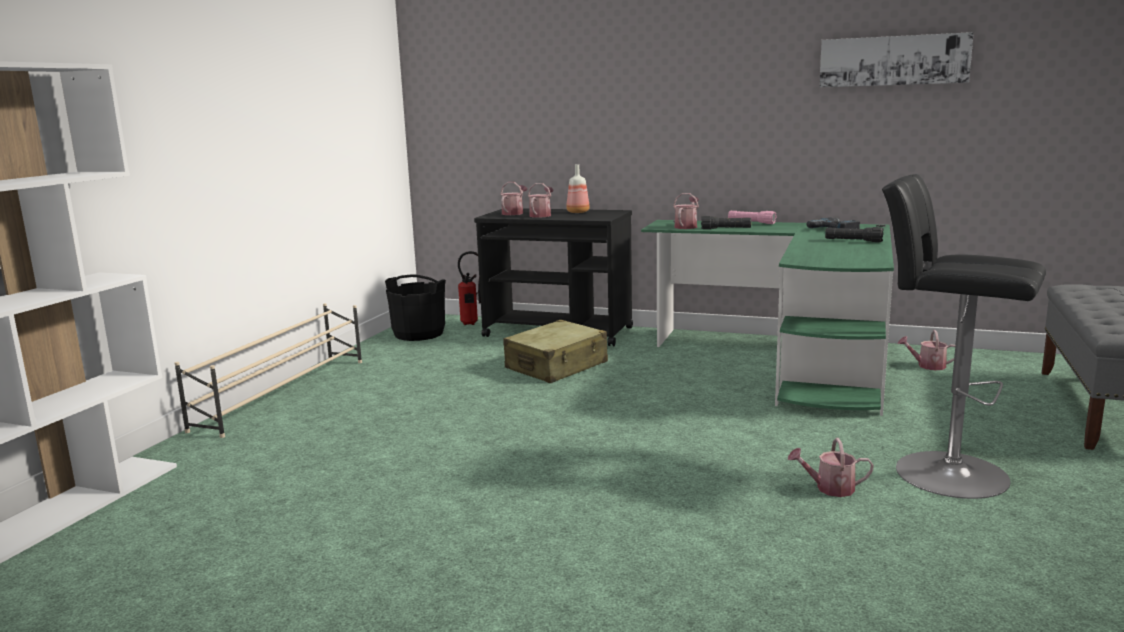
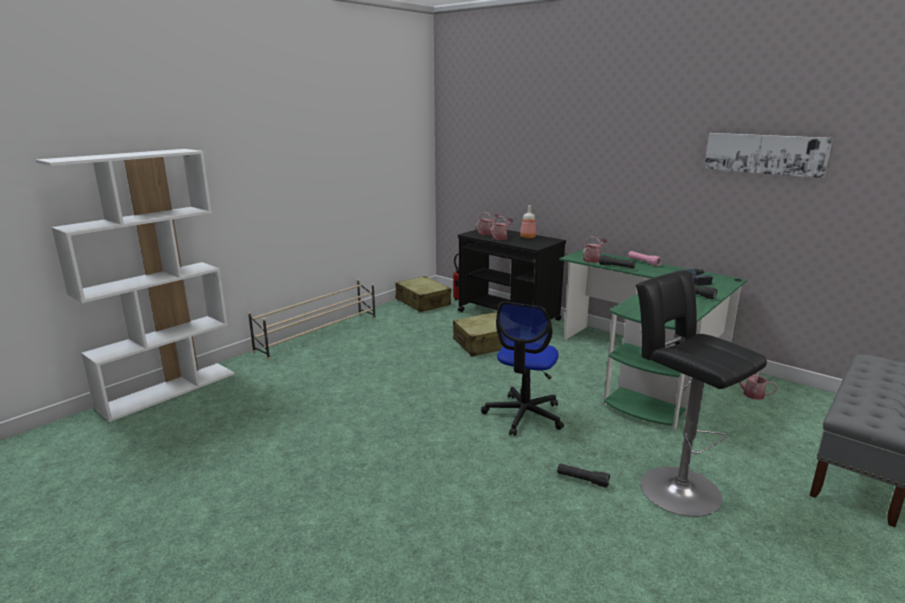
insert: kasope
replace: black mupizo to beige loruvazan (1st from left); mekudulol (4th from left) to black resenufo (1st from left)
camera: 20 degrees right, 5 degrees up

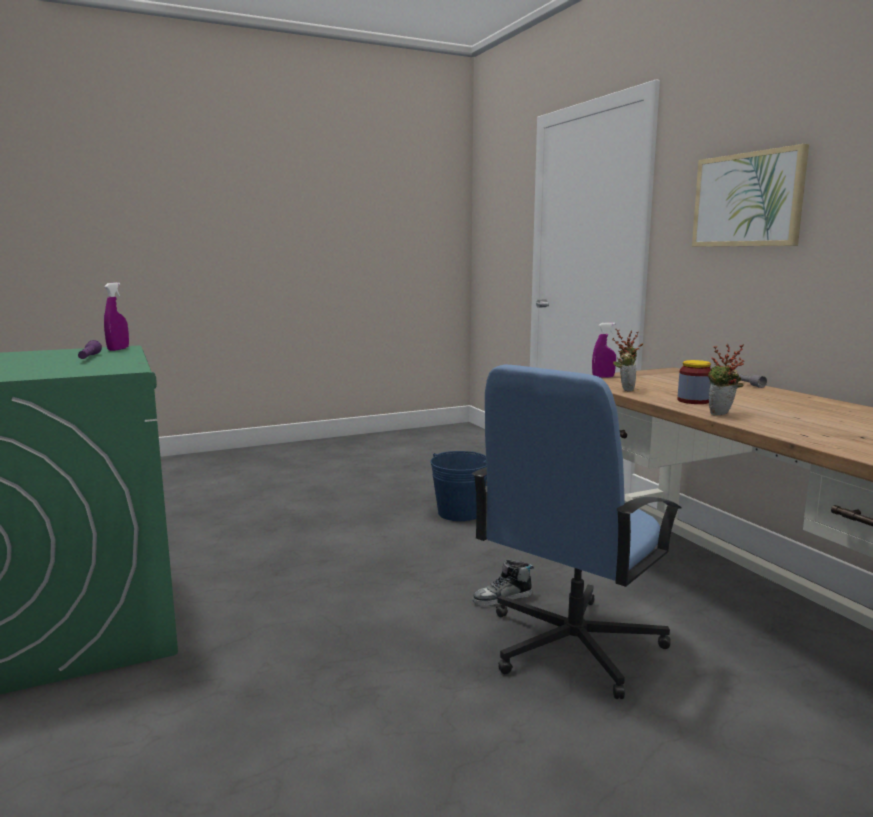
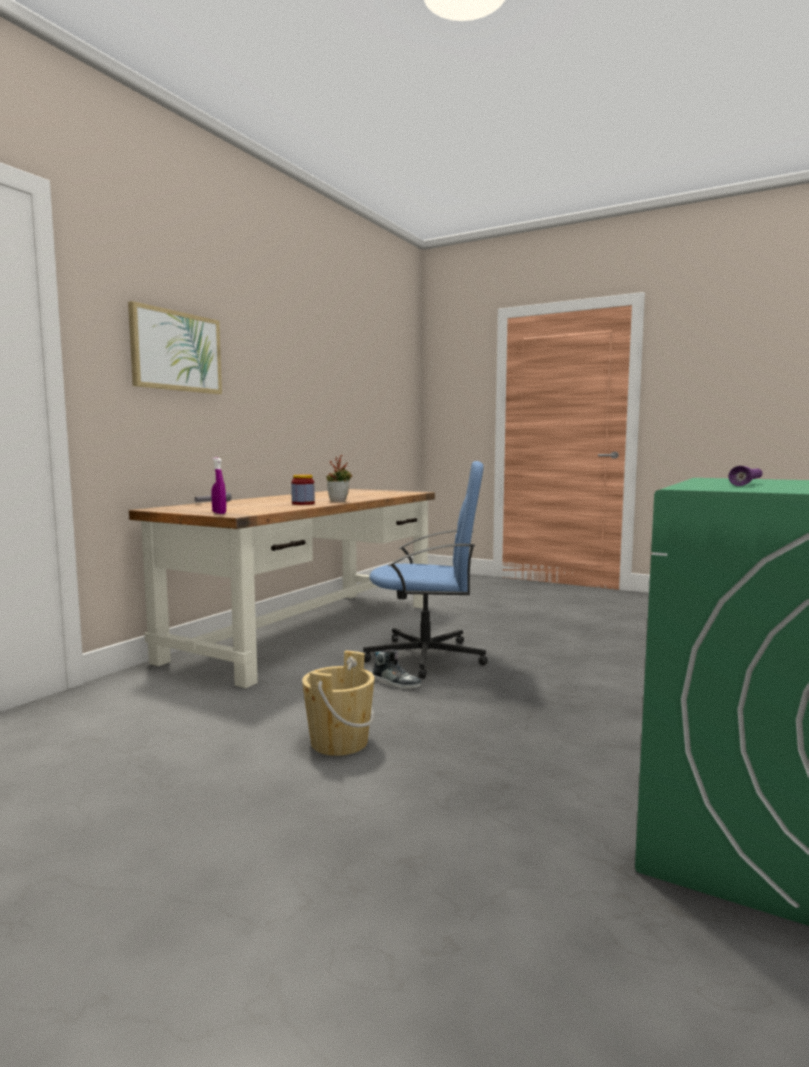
delete: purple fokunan (1st from left); blue mupizo; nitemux (1st from left)
insert: beige mupizo
camera: 125 degrees left, 5 degrees down

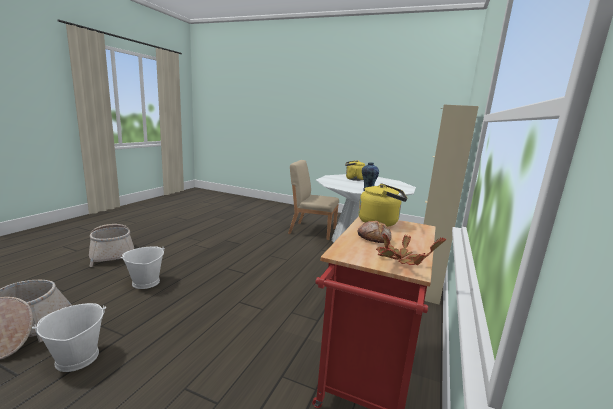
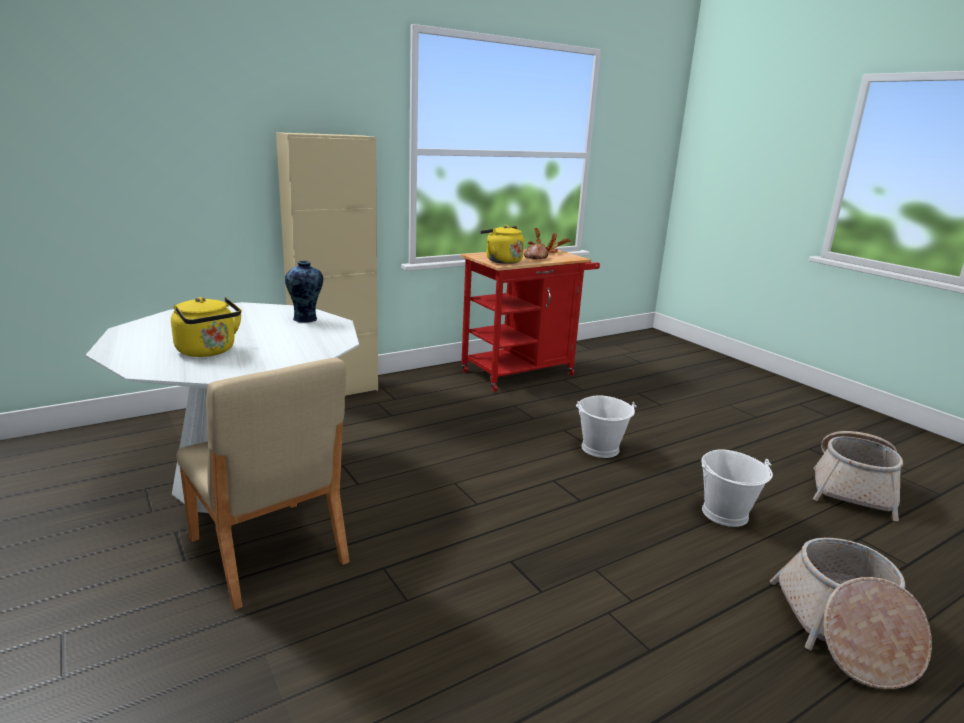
move: white mupizo (1st from left)
camera: 145 degrees left, 5 degrees up

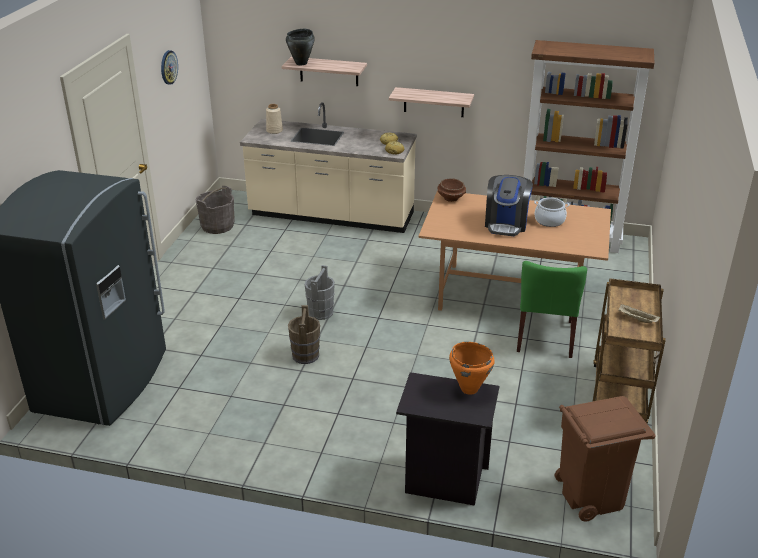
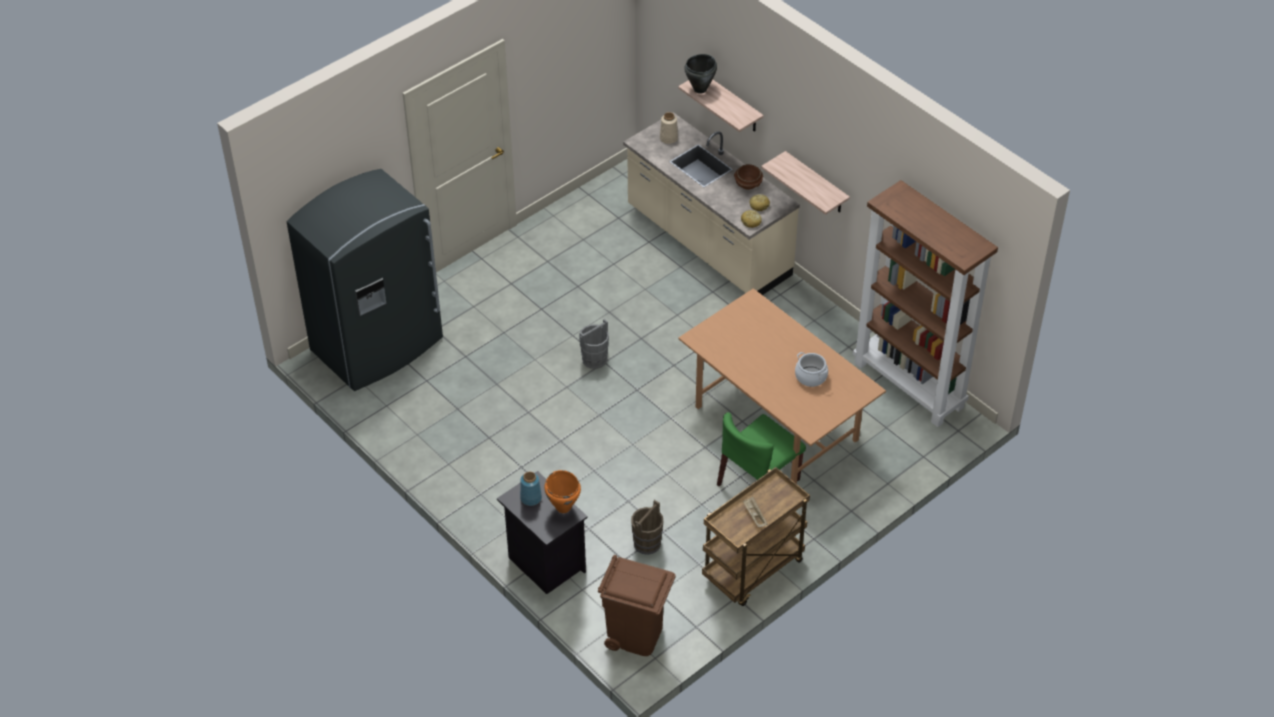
delete: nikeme; grey mupizo (1st from left); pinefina
insert: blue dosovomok
move: brown mupizo; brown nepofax
camera: 35 degrees right, 15 degrees up

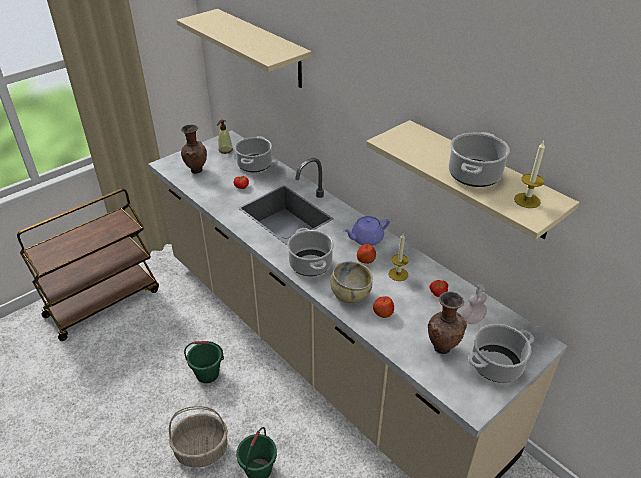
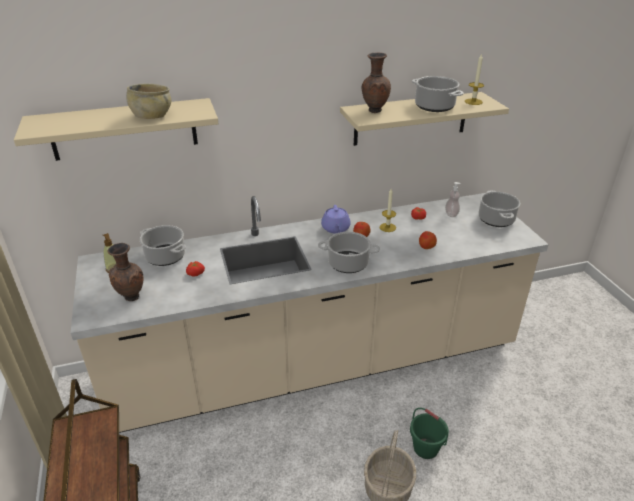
delete: green mupizo (1st from left)
move: beige nepofax; brown dosovomok (2nd from left)
camera: 65 degrees left, 5 degrees down

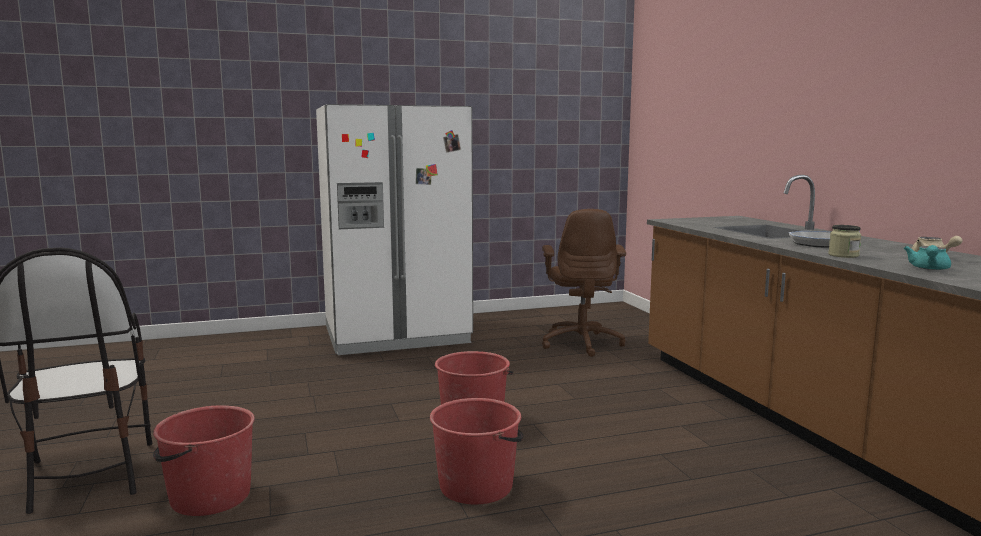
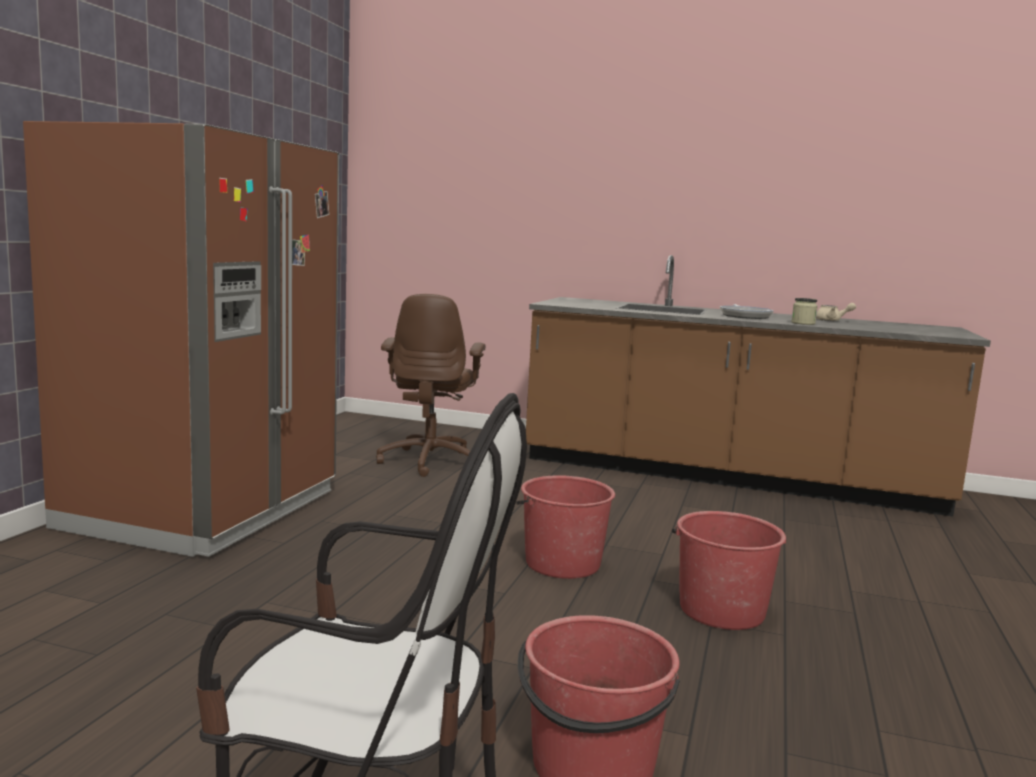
delete: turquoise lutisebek
recolor: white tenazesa to brown tenazesa
rotate: brown kasope 60 degrees clockwise
camera: 55 degrees left, 0 degrees up

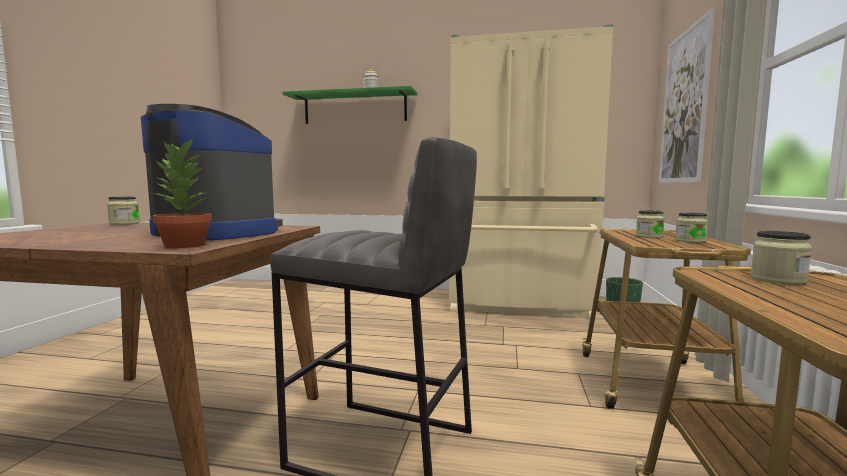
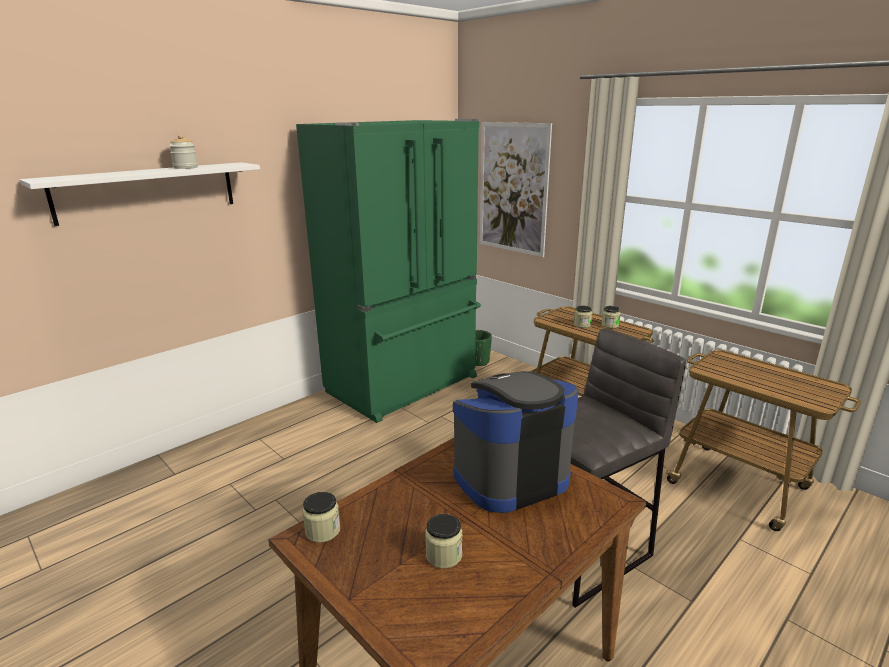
delete: nitemux
move: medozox (5th from left in the first image) to medozox (3rd from left)
recolor: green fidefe to white fidefe; beige tenazesa to green tenazesa
camera: 55 degrees left, 15 degrees up

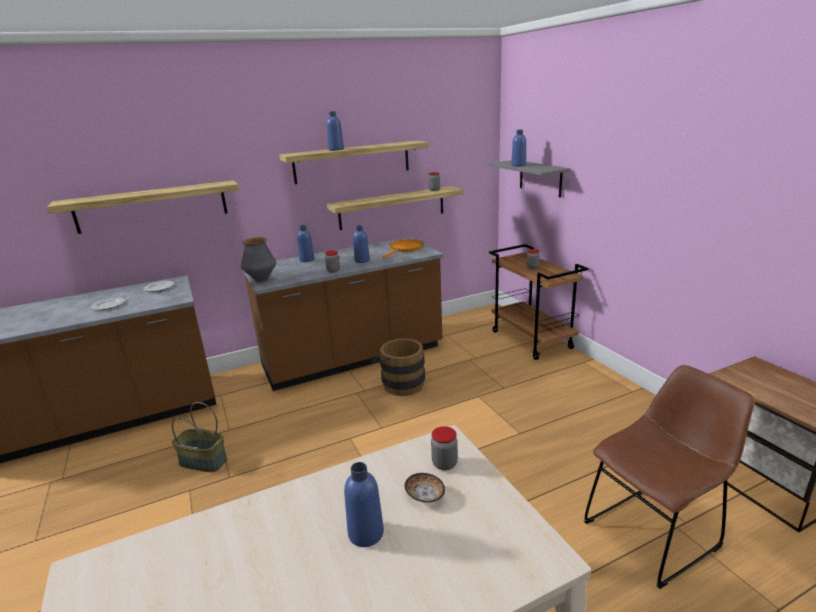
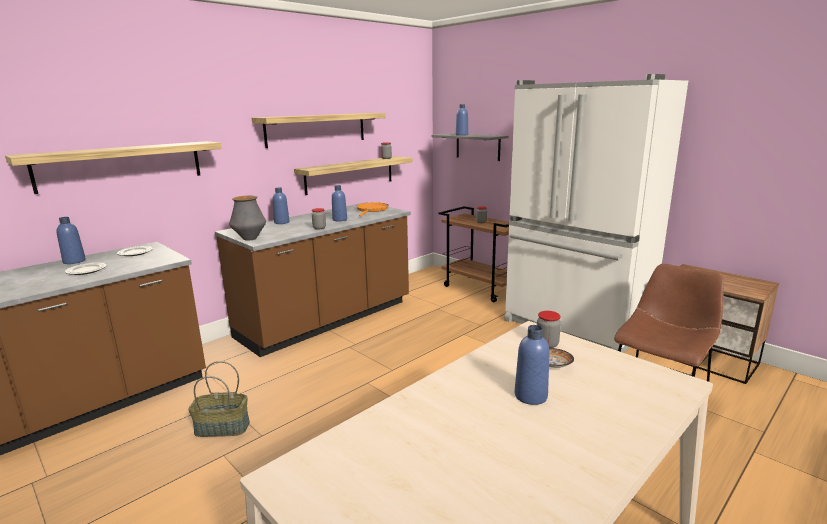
delete: brown mupizo
insert: white tenazesa
move: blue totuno (2nd from left in the first image) to blue totuno (1st from left)
camera: 20 degrees left, 5 degrees down

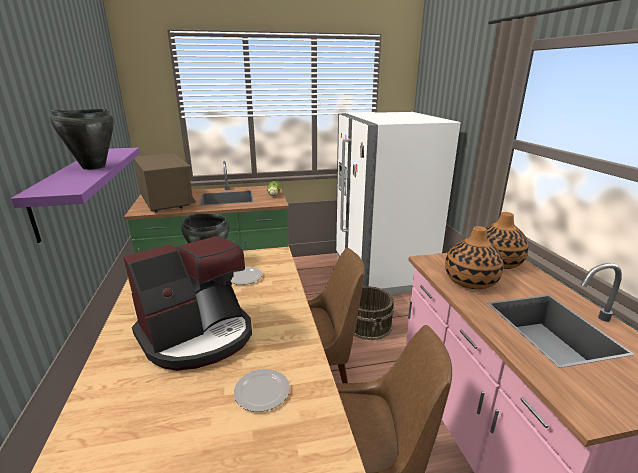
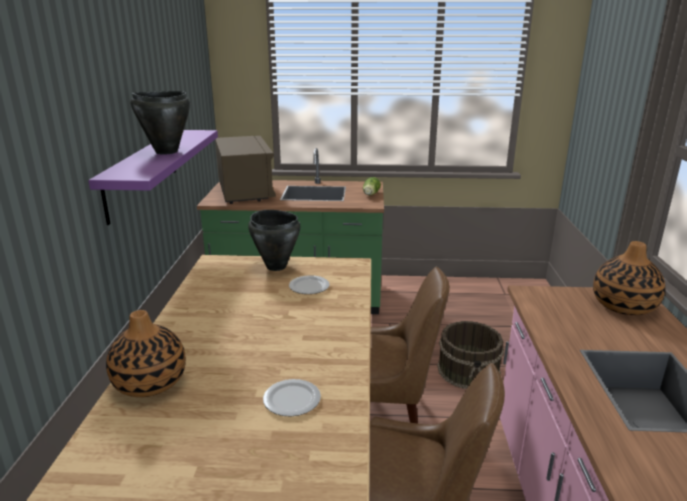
delete: pinefina; white tenazesa
move: dosovomok (1st from left)
camera: 15 degrees right, 0 degrees up

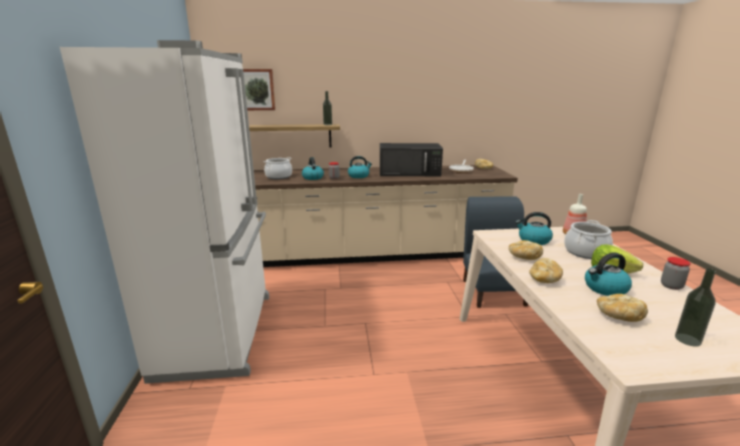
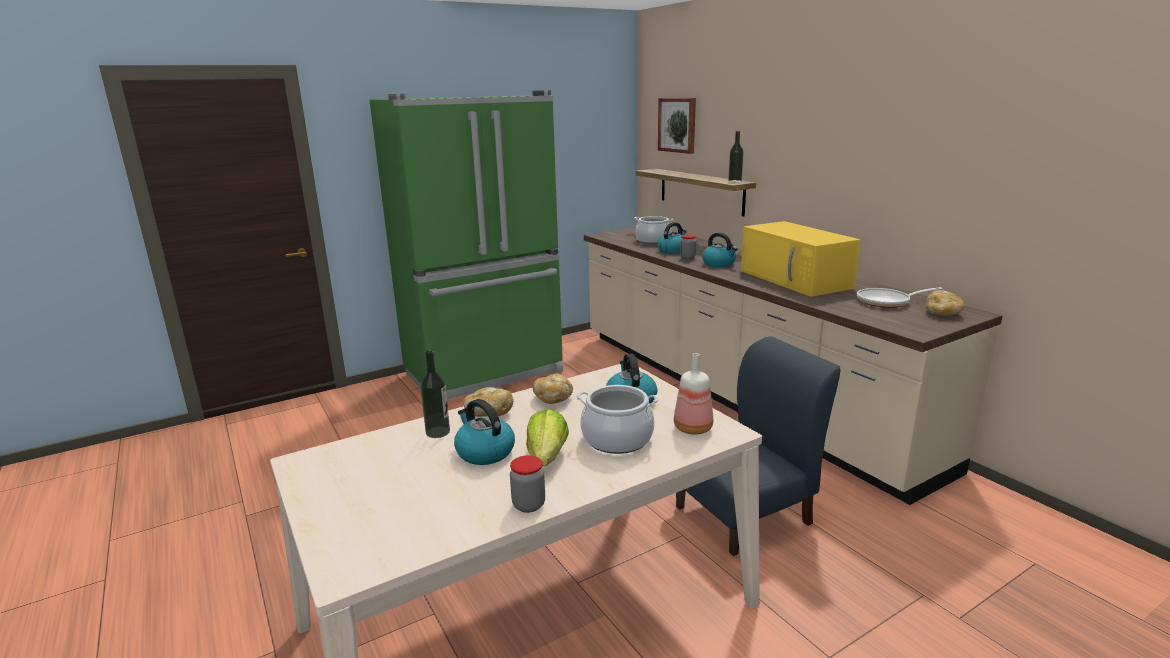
delete: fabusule (4th from left)
move: totuno (3rd from left in the first image) to totuno (1st from left)
recolor: white tenazesa to green tenazesa; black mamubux to yellow mamubux
camera: 65 degrees right, 0 degrees up

